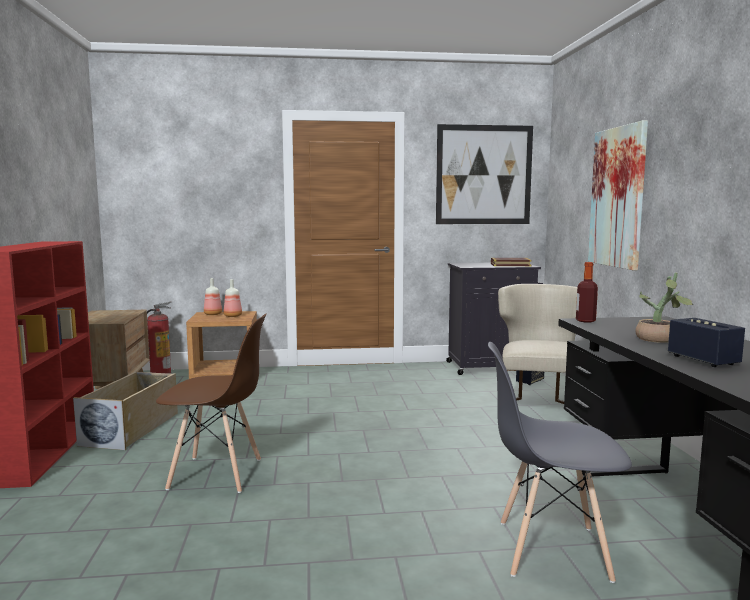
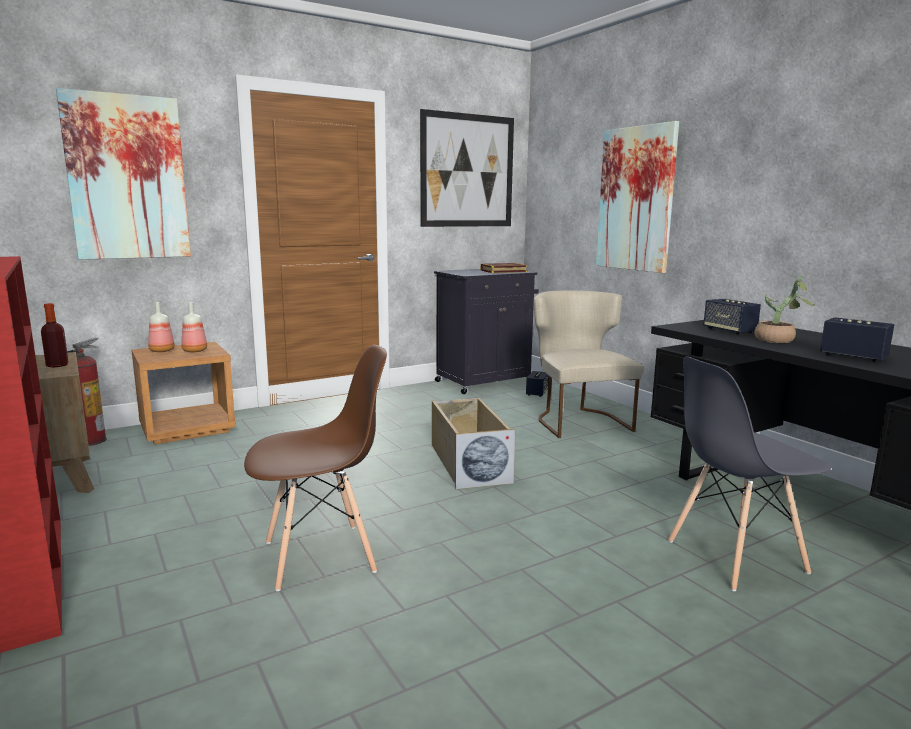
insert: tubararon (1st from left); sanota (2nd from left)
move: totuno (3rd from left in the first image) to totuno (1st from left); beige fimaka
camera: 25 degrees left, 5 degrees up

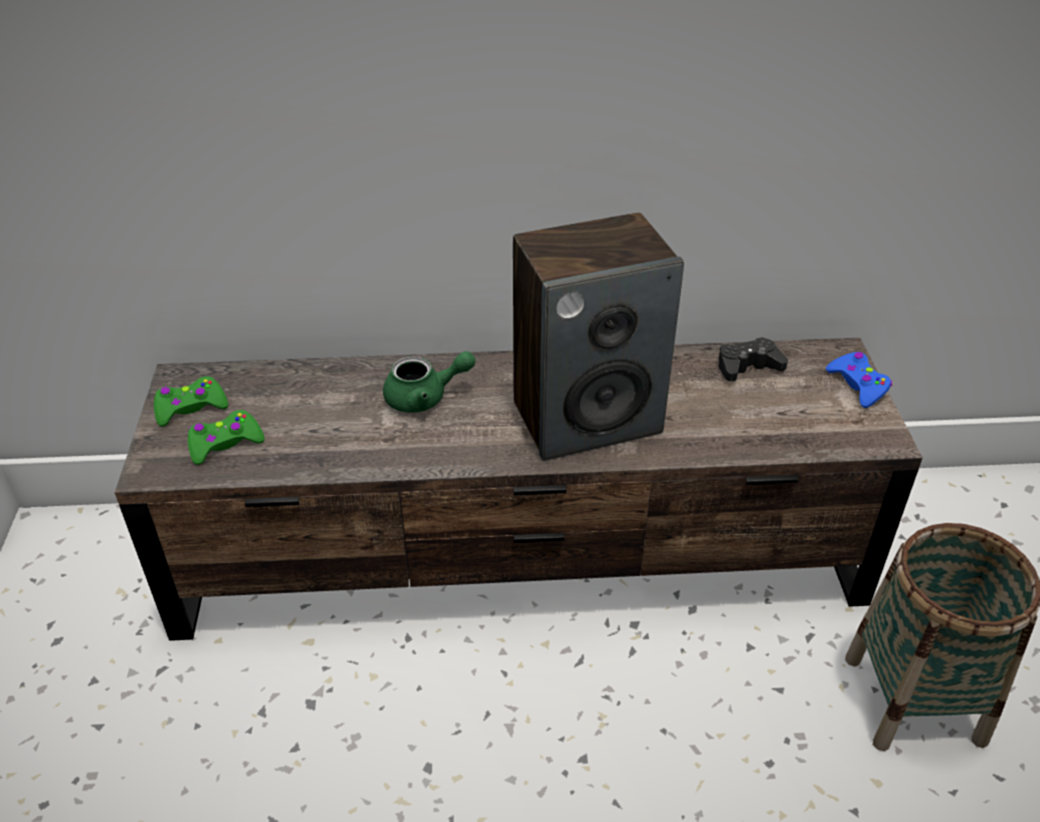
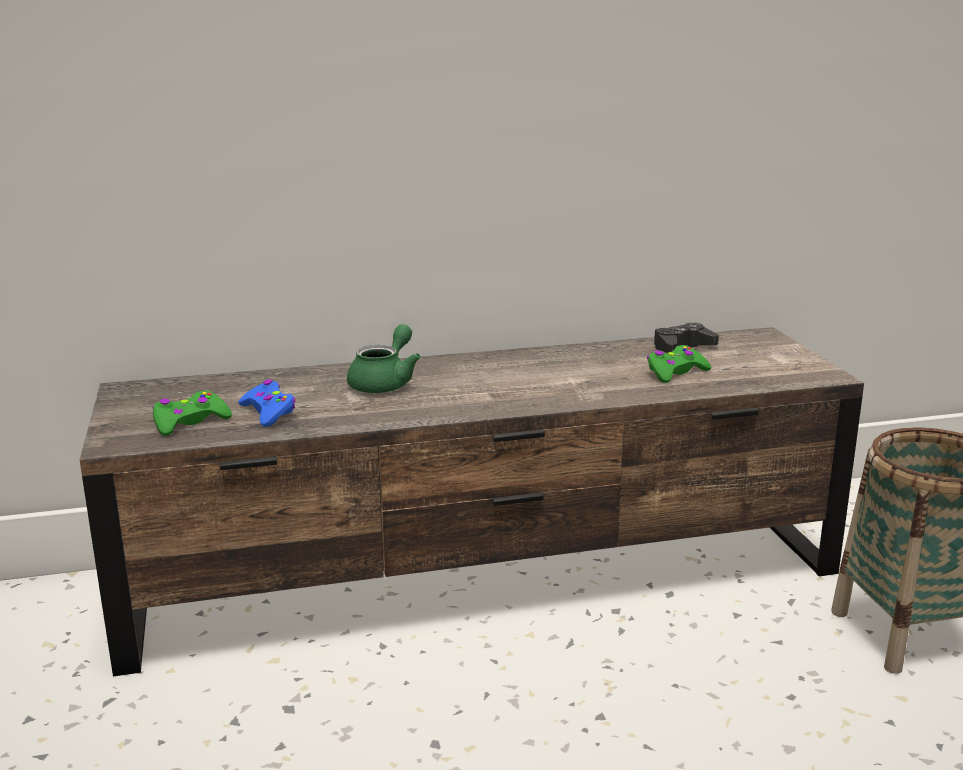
delete: sanota
move: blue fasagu; green fasagu (1st from left in the first image) to green fasagu (2nd from left)
rotate: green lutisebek 45 degrees counterclockwise
camera: 10 degrees left, 20 degrees down

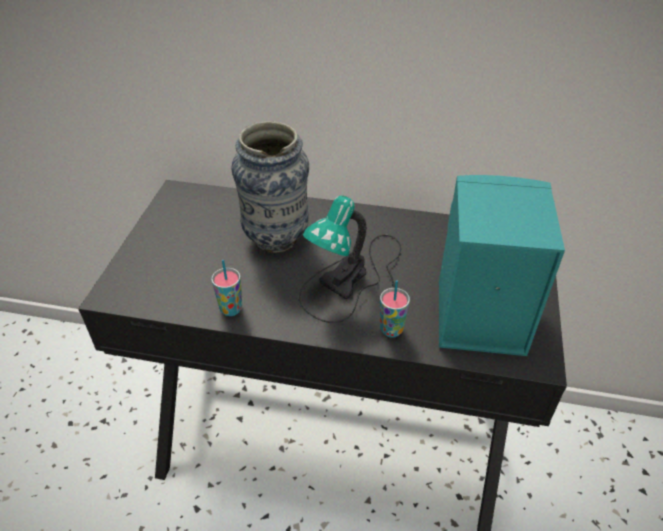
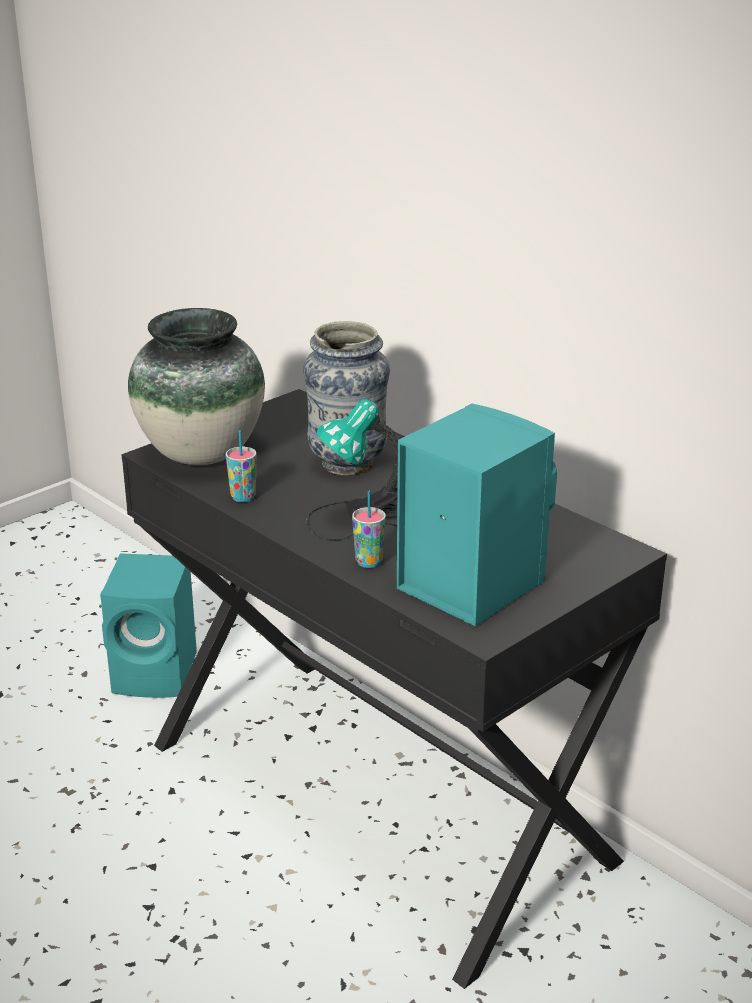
insert: turquoise sanota (1st from left); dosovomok (1st from left)
camera: 35 degrees right, 15 degrees down

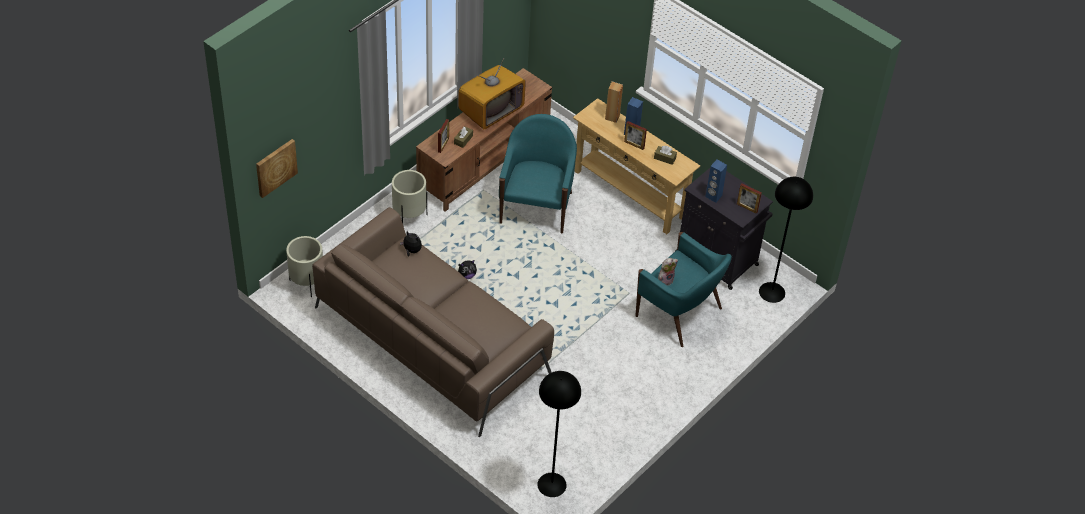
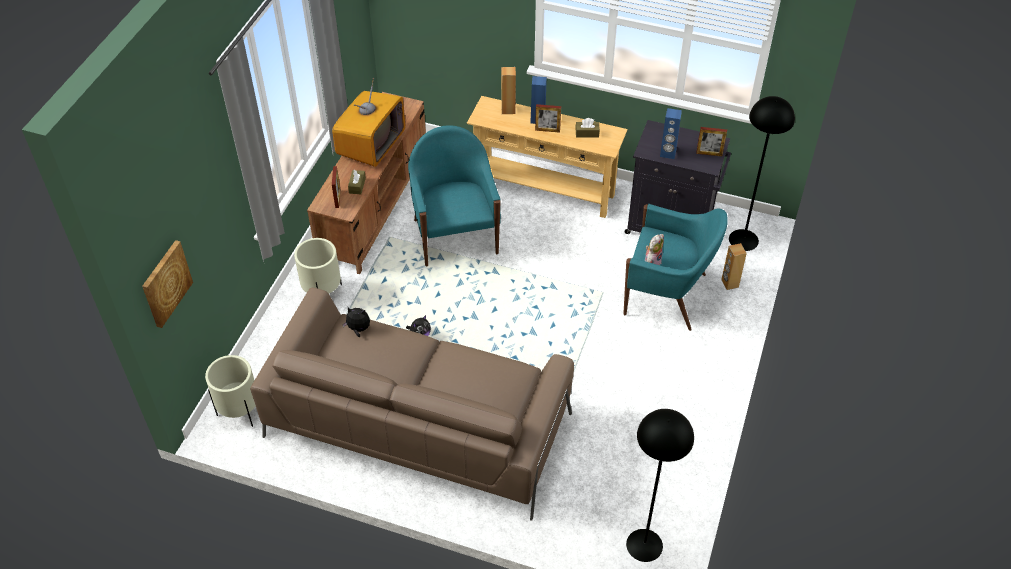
insert: brown sanota (2nd from left)
camera: 20 degrees left, 0 degrees up

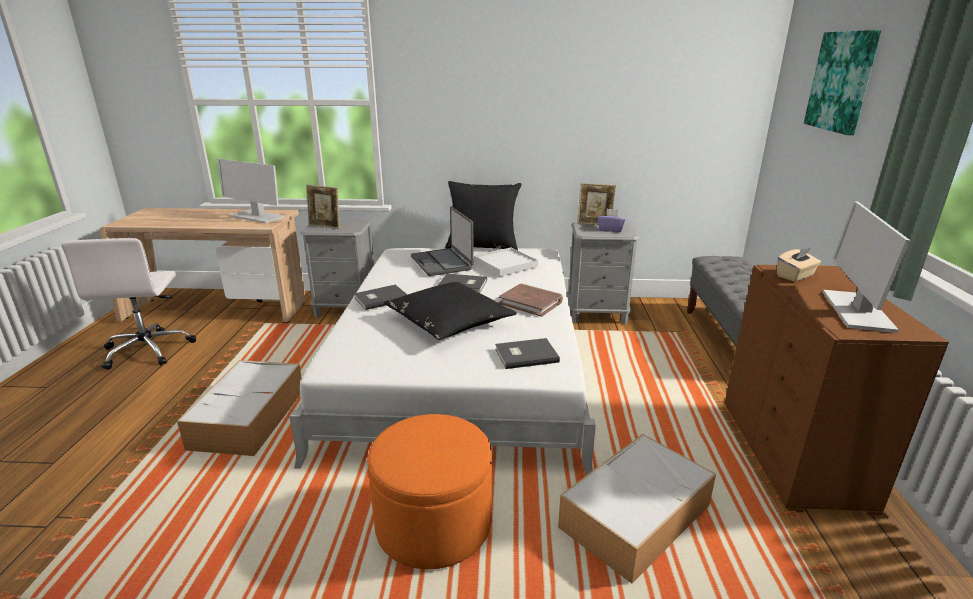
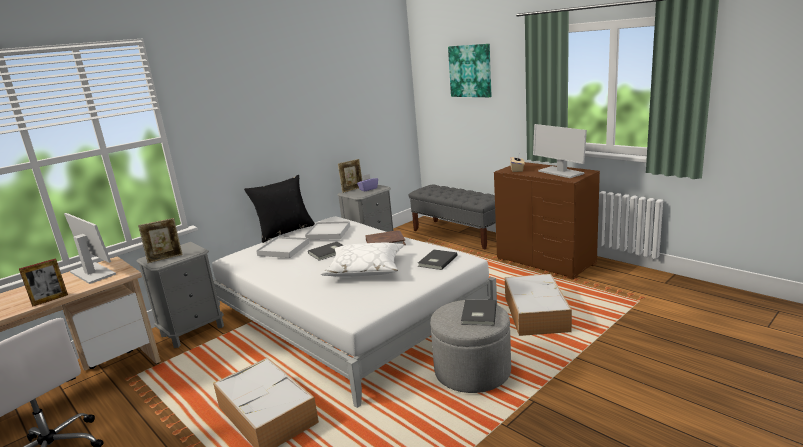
insert: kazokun (1st from left)
move: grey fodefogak (1st from left in the first image) to grey fodefogak (3rd from left)
replace: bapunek to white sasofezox (1st from left)
recolor: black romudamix (1st from left) to white romudamix; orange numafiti to grey numafiti
rotate: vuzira (1st from left) 120 degrees counterclockwise
camera: 45 degrees left, 5 degrees down

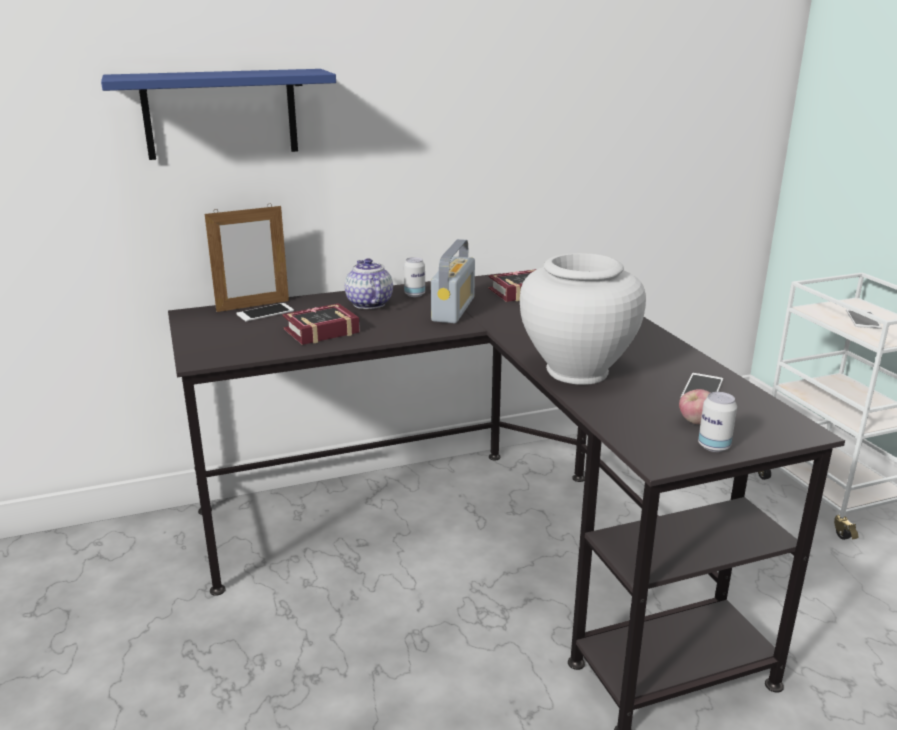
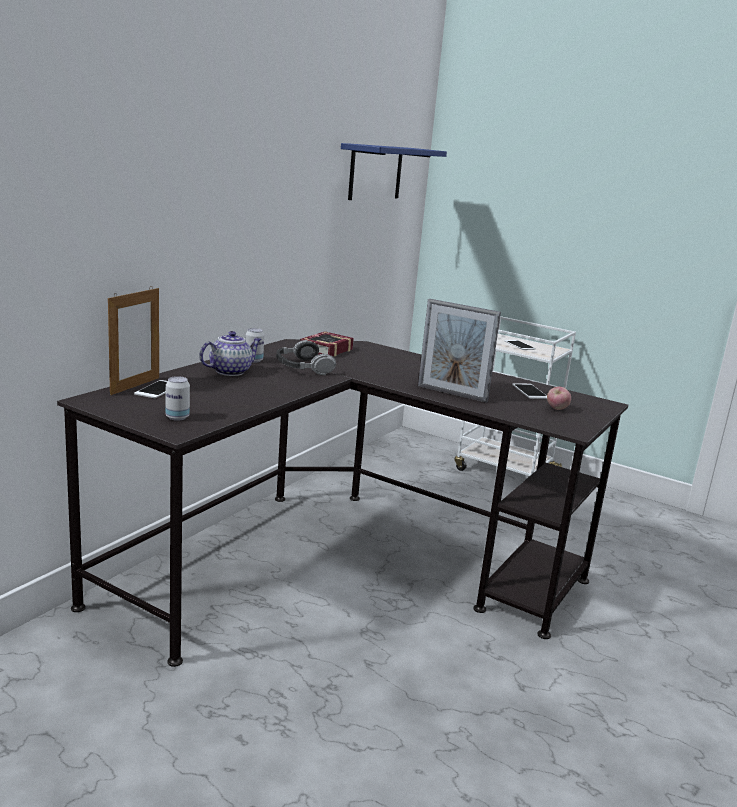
delete: fodefogak (1st from left)
move: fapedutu (2nd from left in the first image) to fapedutu (1st from left); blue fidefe
replace: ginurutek to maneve; white dosovomok to kazokun (2nd from left)
rotate: lutisebek 105 degrees clockwise
camera: 40 degrees left, 5 degrees down

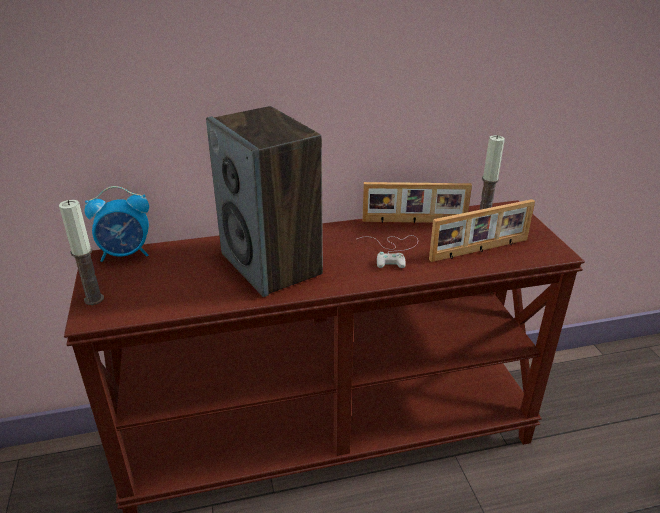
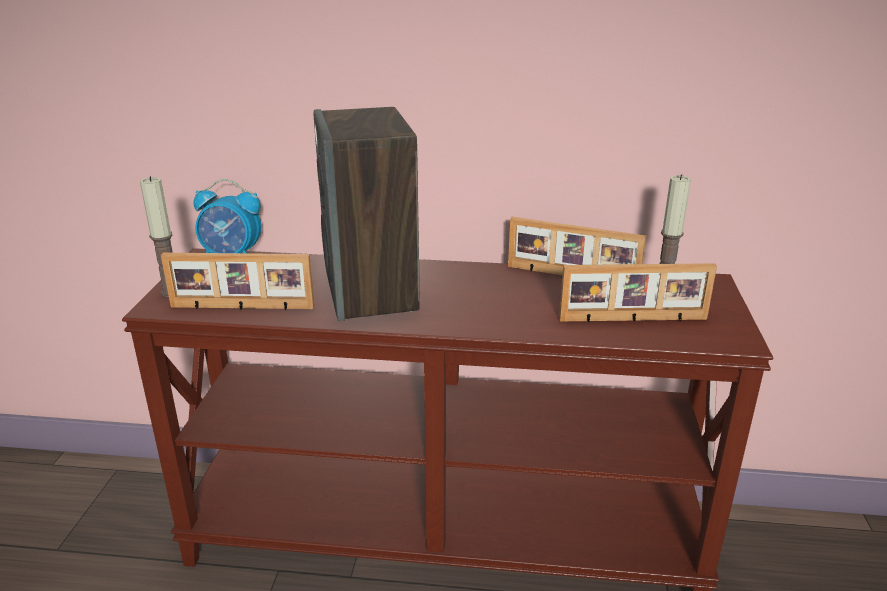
delete: white fasagu
insert: kazokun (1st from left)
camera: 20 degrees right, 5 degrees down

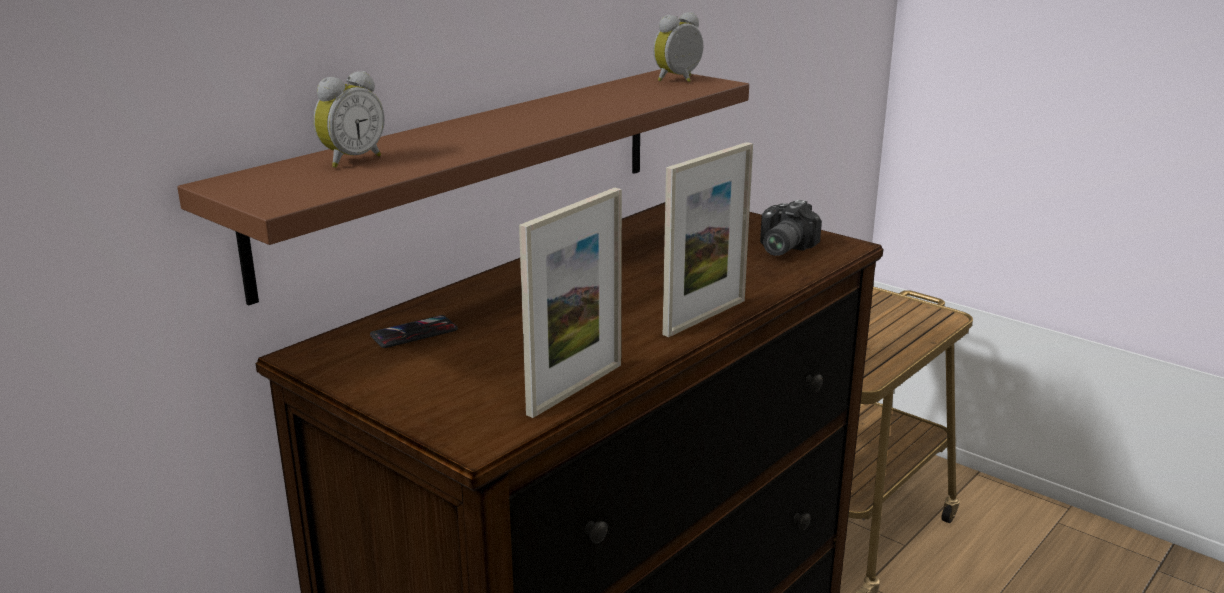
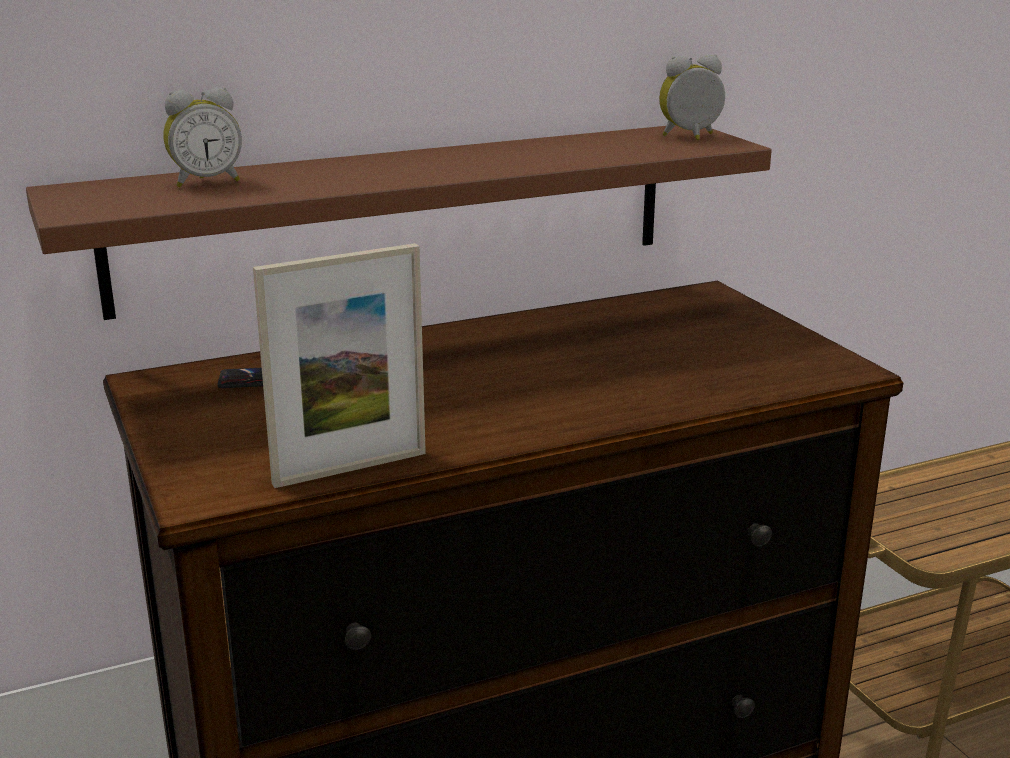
delete: kazokun (2nd from left); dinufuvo
camera: 25 degrees right, 0 degrees up

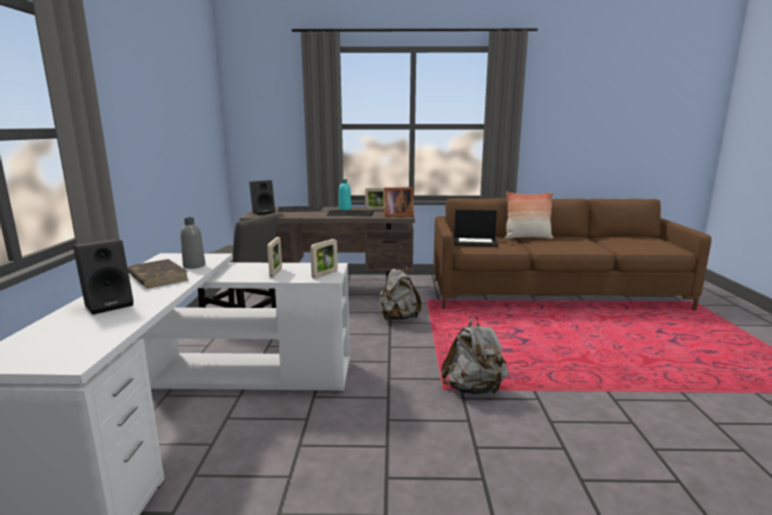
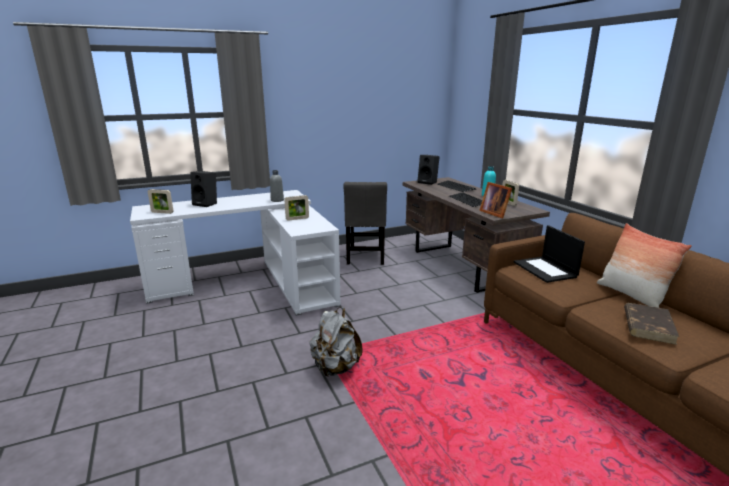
delete: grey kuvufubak (1st from left)
move: kazokun (2nd from left in the first image) to kazokun (1st from left); brown fodefogak
camera: 65 degrees right, 5 degrees up

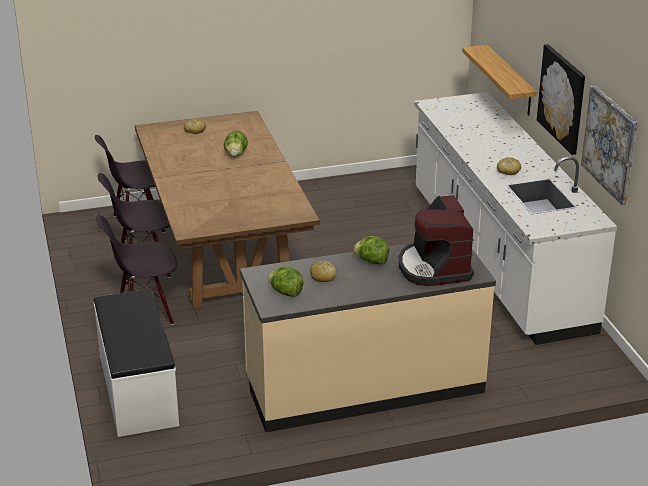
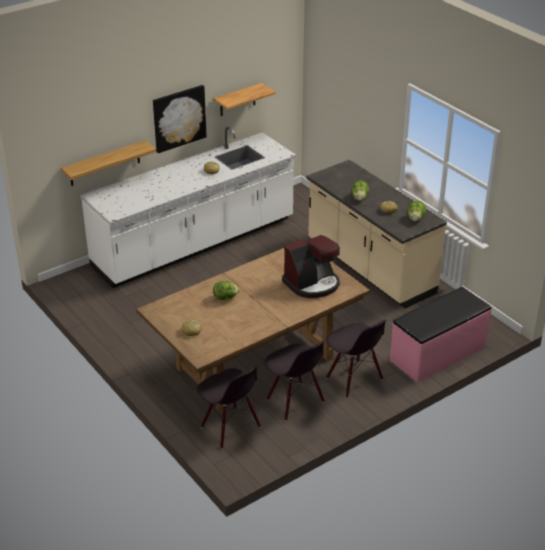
move: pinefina
replace: tubararon (2nd from left) to fidefe (2nd from left)
recolor: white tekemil to pink tekemil
camera: 110 degrees left, 5 degrees up

